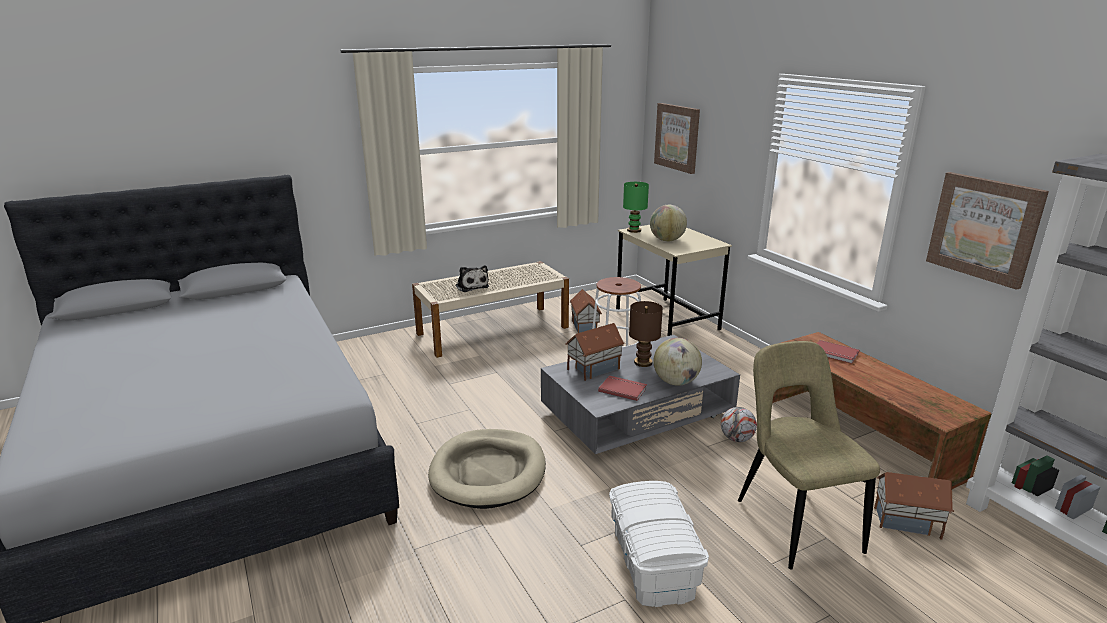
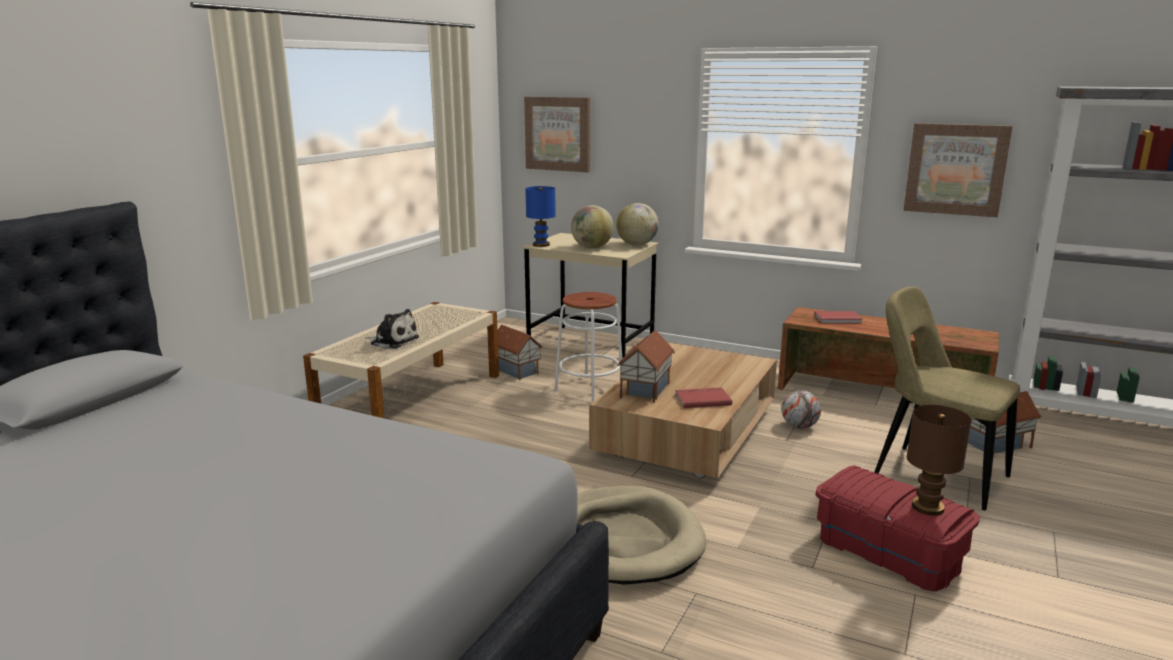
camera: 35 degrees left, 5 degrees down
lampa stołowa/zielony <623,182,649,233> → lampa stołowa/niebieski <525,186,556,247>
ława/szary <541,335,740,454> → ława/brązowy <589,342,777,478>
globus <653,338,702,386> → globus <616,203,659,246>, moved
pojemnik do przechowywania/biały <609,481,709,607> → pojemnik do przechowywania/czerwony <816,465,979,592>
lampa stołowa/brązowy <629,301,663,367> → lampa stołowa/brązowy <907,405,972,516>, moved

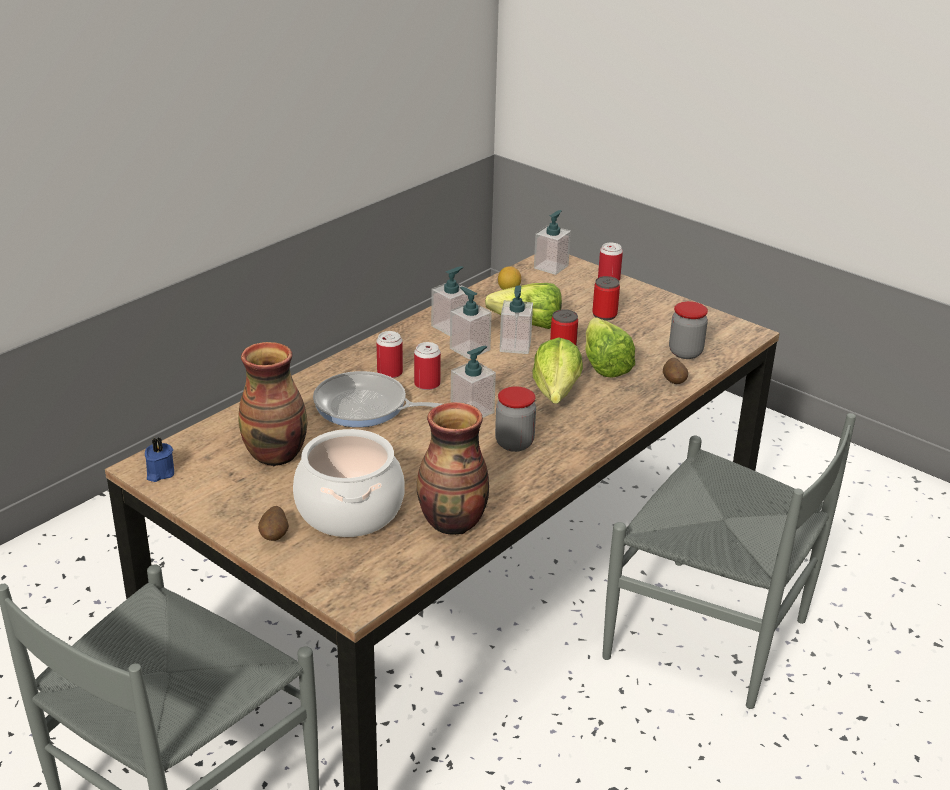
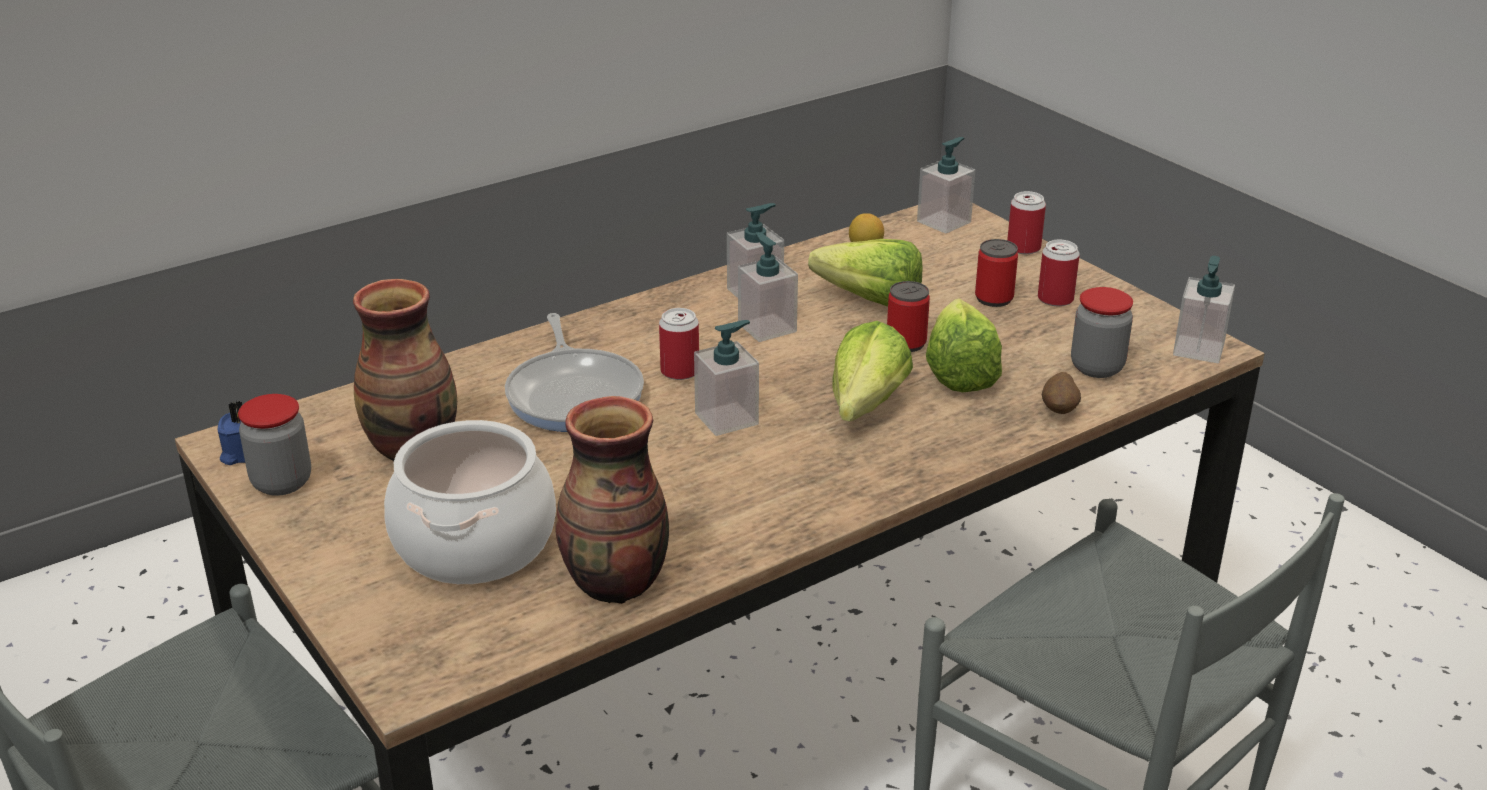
camera: 15 degrees right, 0 degrees up
słoik <495,386,536,452> → słoik <238,394,311,496>, moved
patelnia <313,371,442,427> → patelnia <505,313,644,432>, 135 degrees counterclockwise
puszka <376,331,403,378> → puszka <1038,240,1080,306>, moved
dozownik mydła <500,286,533,354> → dozownik mydła <1173,256,1235,363>, moved
ziemniak <258,506,289,541> → -

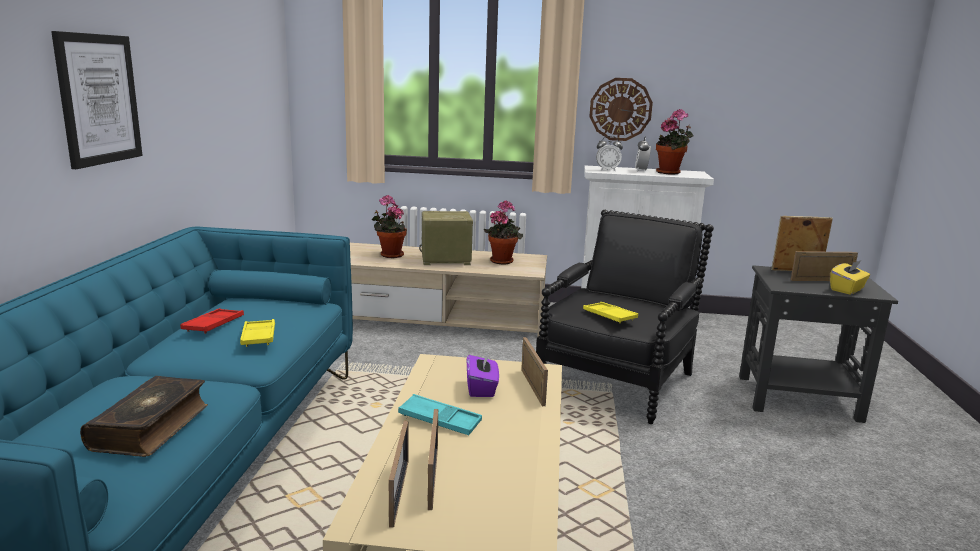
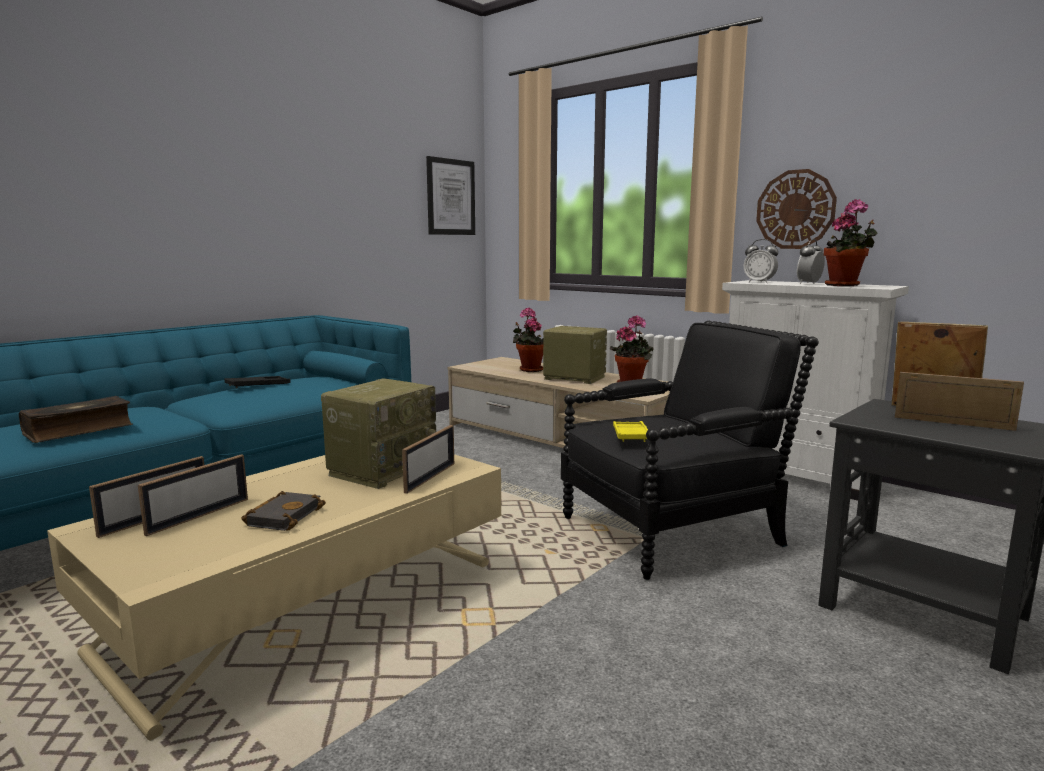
camera: 35 degrees right, 5 degrees down
taca/czerwony <180,308,244,334> → taca/czarny <224,376,291,388>
- → książka/czarny <241,491,326,531>
pudełko chusteczek/fioletowy <467,350,499,397> → radio <321,379,436,489>
obraz <51,31,142,169> → obraz <426,156,475,235>, moved
taca/żółty <240,319,275,347> → -
taca/turkusowy <398,394,482,435> → -
pudełko chusteczek/żółty <830,260,870,294> → -

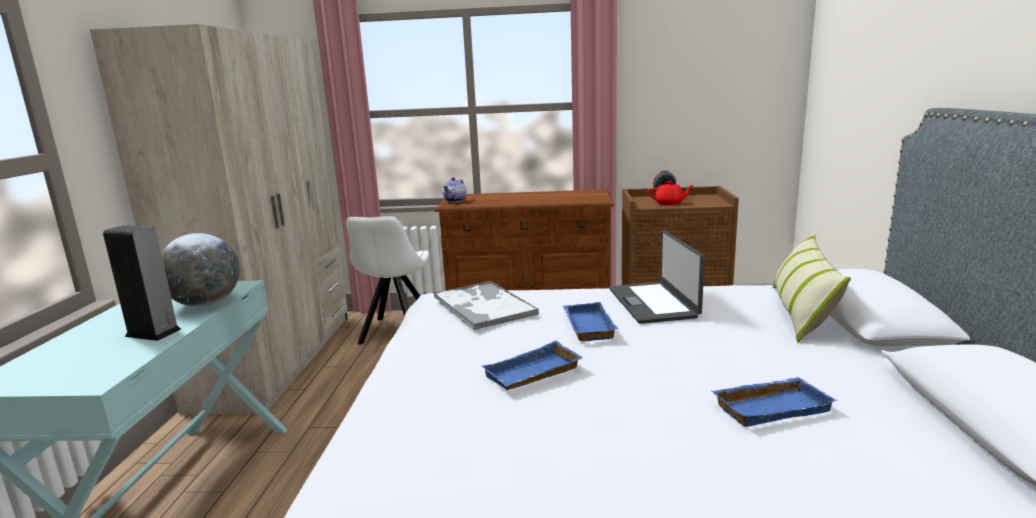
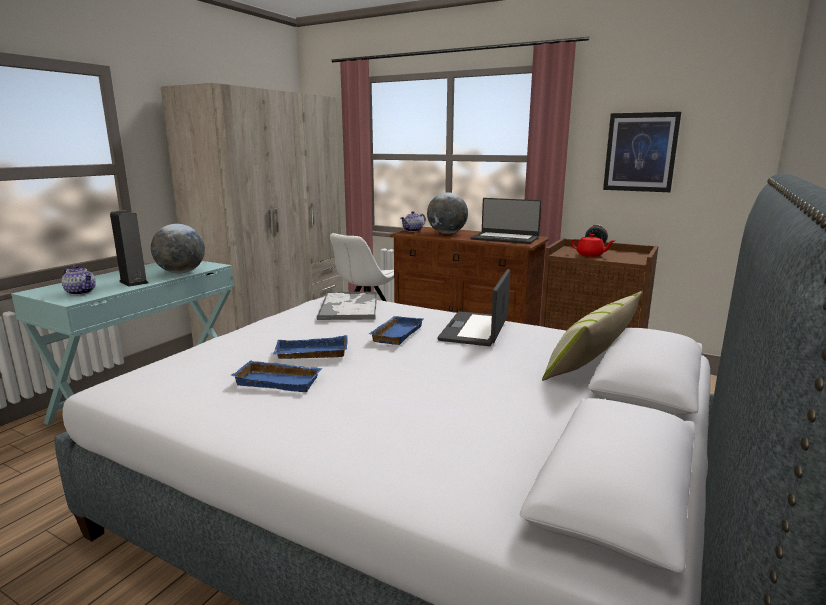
camera: 25 degrees right, 0 degrees up
- → imbryk <62,265,96,295>
taca/niebieski <712,377,837,427> → taca/niebieski <230,360,323,392>, moved
- → globus <427,192,468,234>
- → laptop <471,198,542,244>
- → obraz <603,112,681,192>

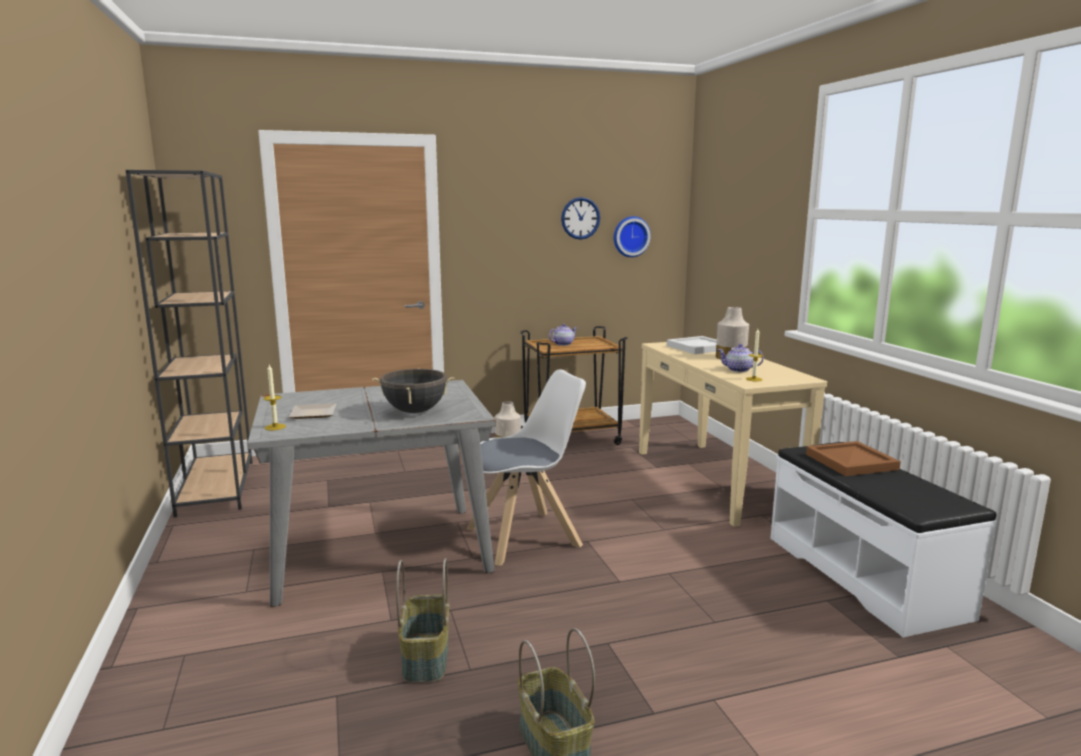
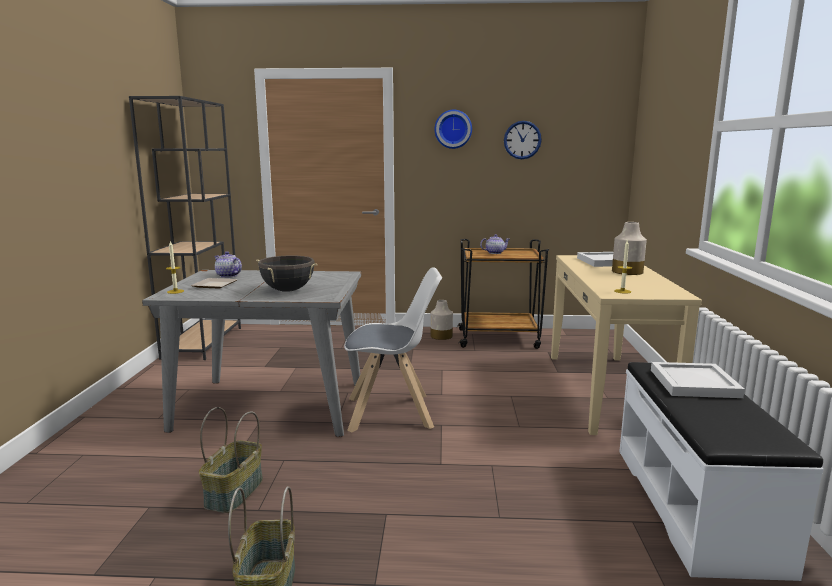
camera: 20 degrees right, 0 degrees up
imbryk <718,344,764,372> → imbryk <214,252,242,278>, moved
zegar ścienny <614,216,651,257> → zegar ścienny <435,110,472,149>, moved
taca/brązowy <806,441,901,476> → taca/biały <651,362,745,398>

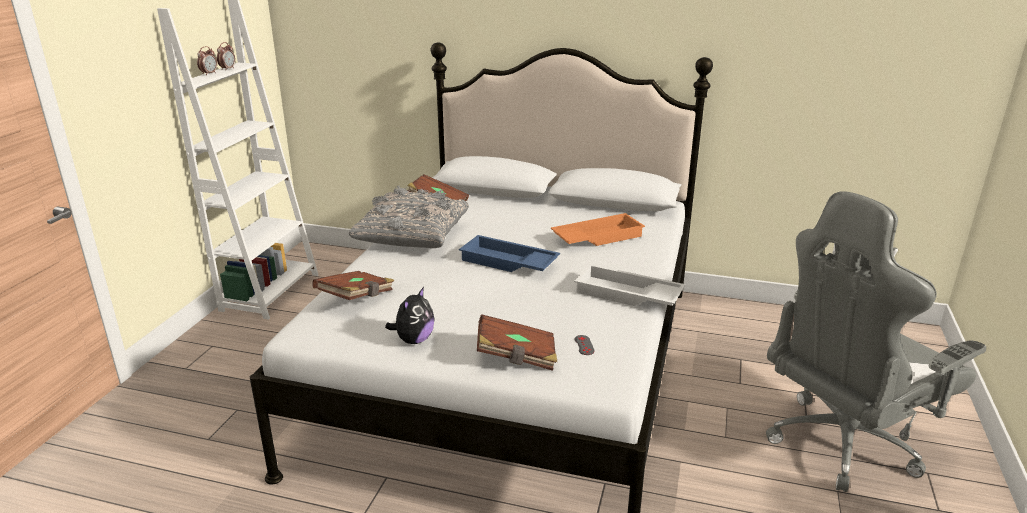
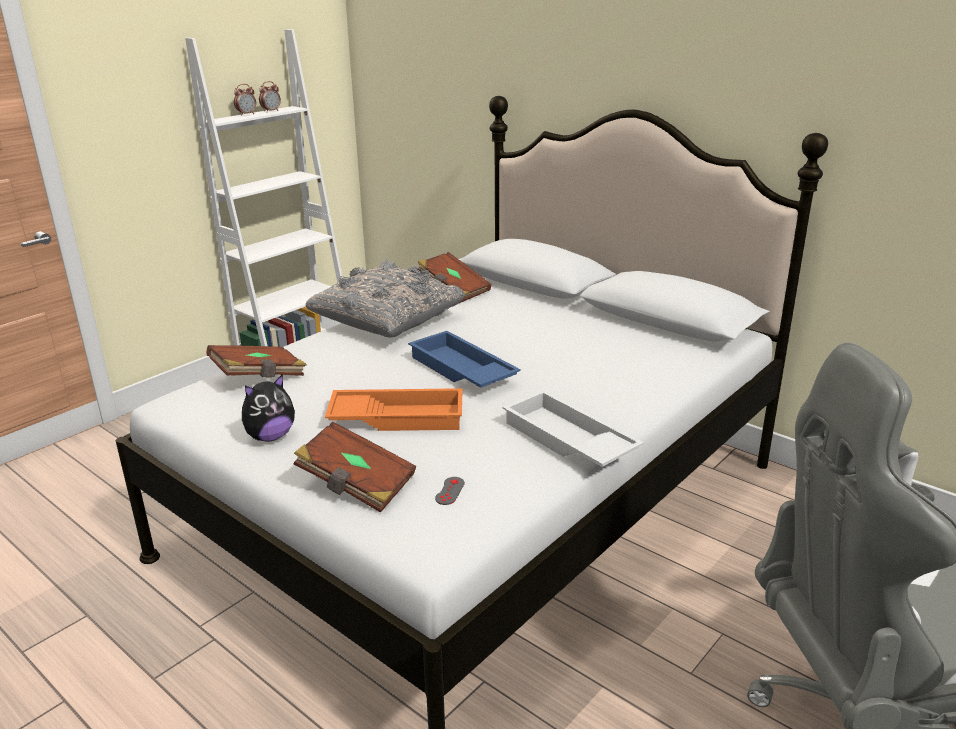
camera: 25 degrees right, 0 degrees up
taca/pomarańczowy <551,213,645,246> → taca/pomarańczowy <325,388,463,431>, moved

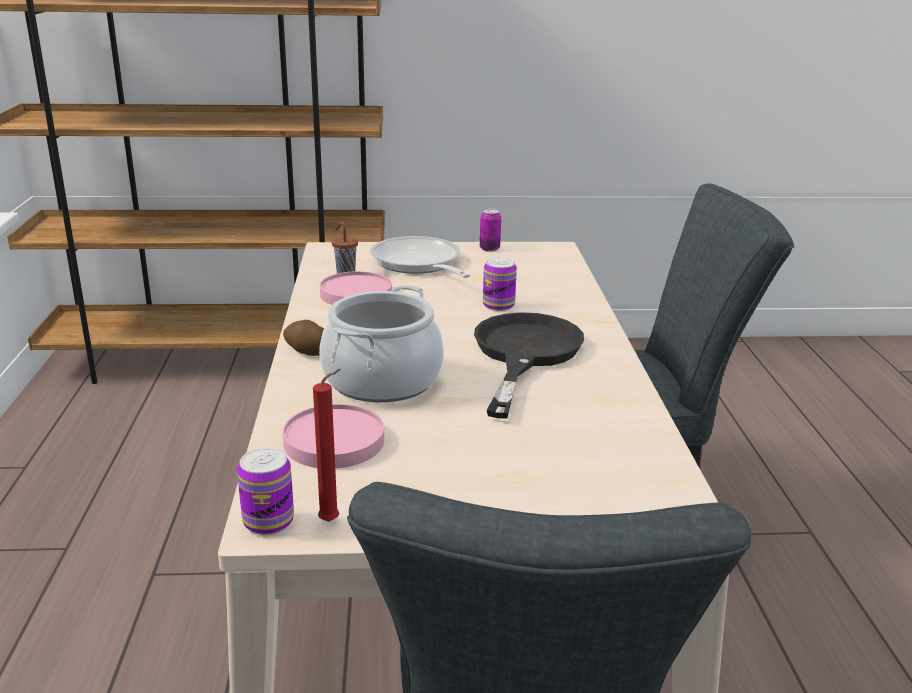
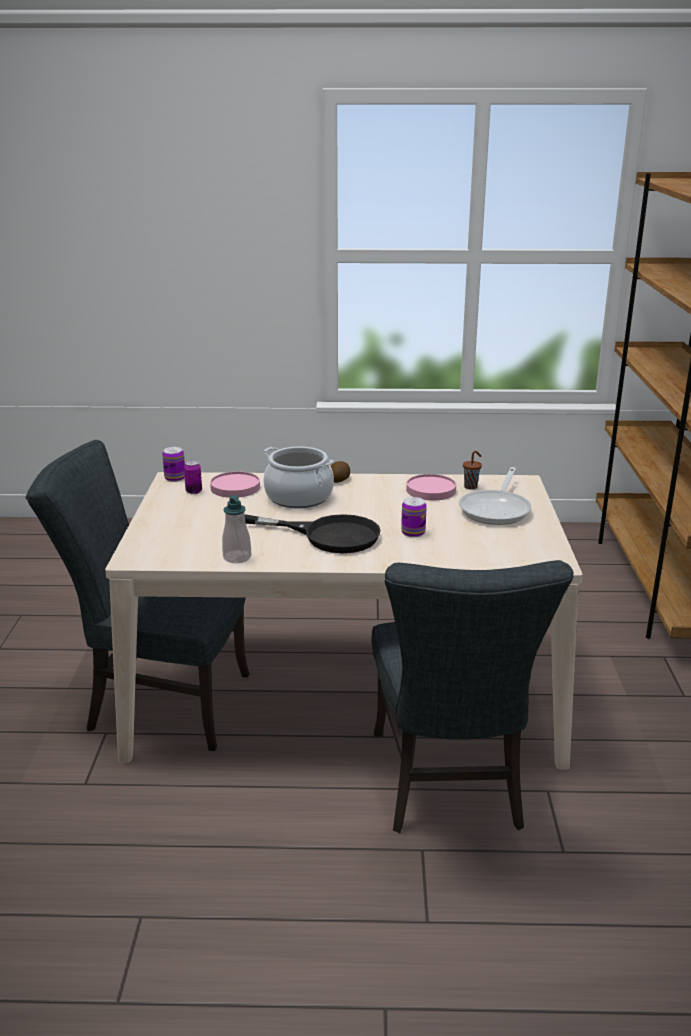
camera: 95 degrees right, 0 degrees up
puszka <480,209,501,252> → puszka <184,460,202,494>, moved
- → dozownik mydła <222,495,251,563>
patelnia <370,236,470,278> → patelnia <459,467,532,525>, 135 degrees clockwise
świeca/czerwony <313,369,341,522> → -

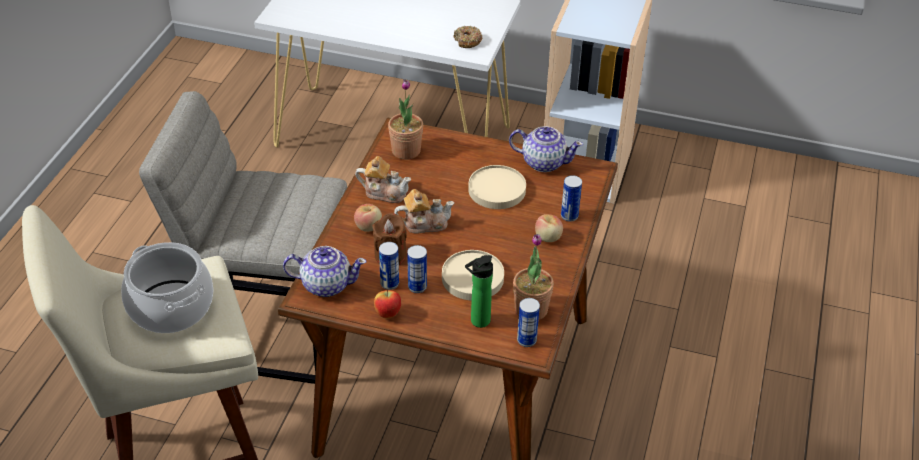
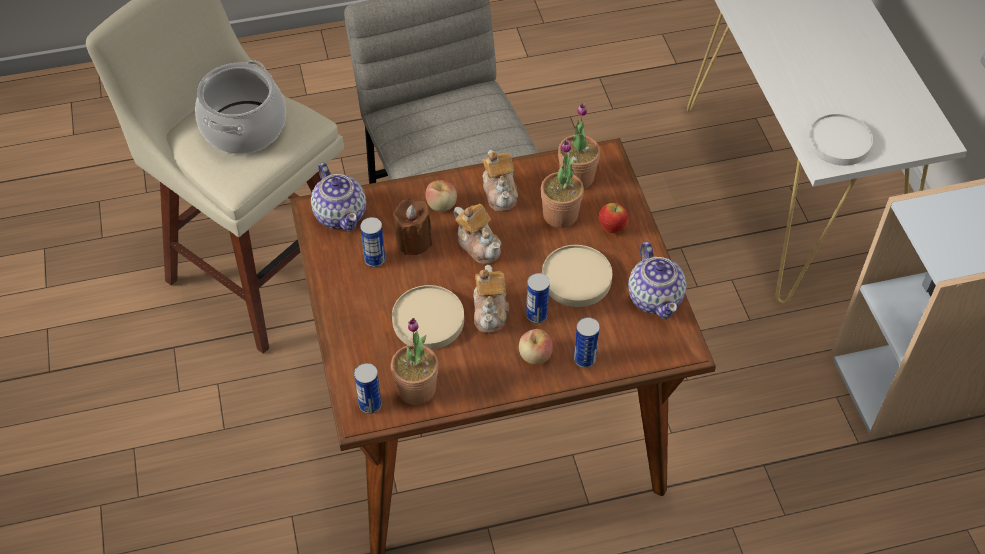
camera: 60 degrees right, 10 degrees up
- → imbryk <474,265,509,333>
puszka <407,245,427,293> → puszka <526,273,550,323>, moved
- → roślina doniczkowa <541,140,584,228>
jabłko <374,288,401,319> → jabłko <599,203,629,233>, moved
donut <453,26,483,48> → talerz/biały <808,113,873,166>
butelka <465,255,493,328> → -

